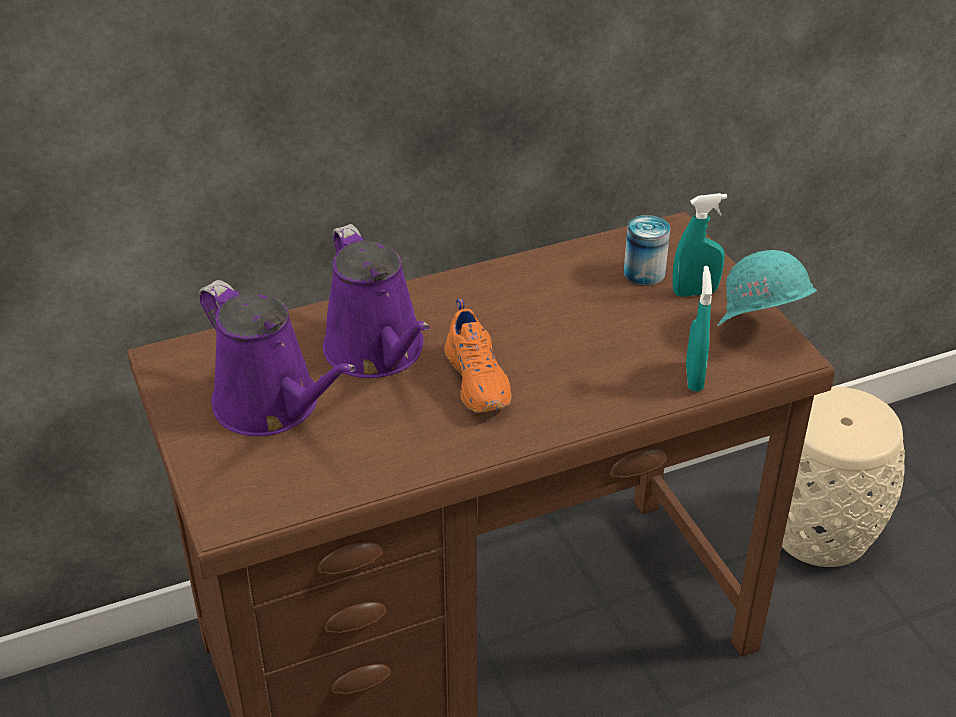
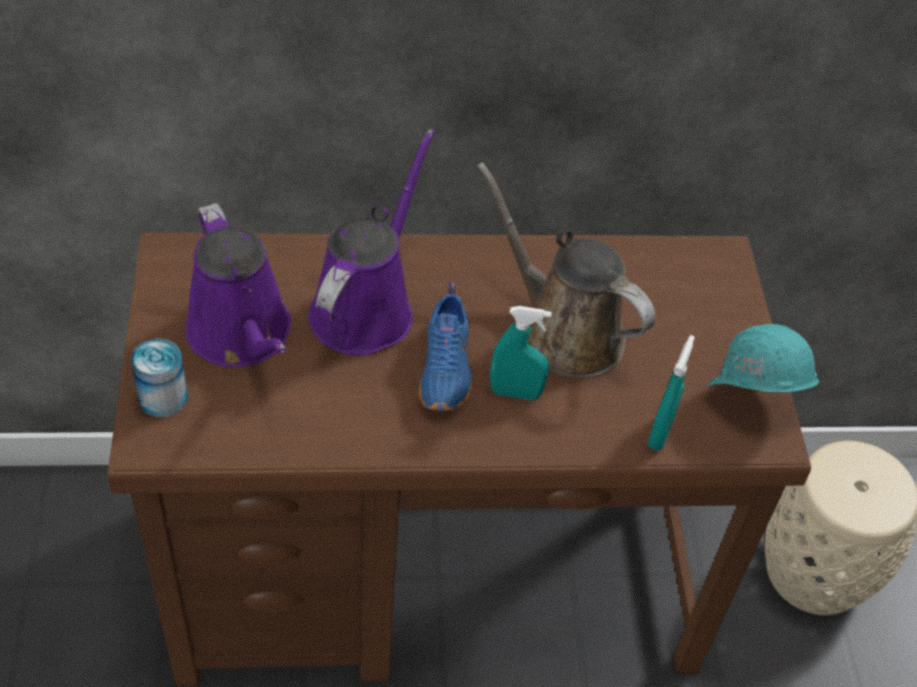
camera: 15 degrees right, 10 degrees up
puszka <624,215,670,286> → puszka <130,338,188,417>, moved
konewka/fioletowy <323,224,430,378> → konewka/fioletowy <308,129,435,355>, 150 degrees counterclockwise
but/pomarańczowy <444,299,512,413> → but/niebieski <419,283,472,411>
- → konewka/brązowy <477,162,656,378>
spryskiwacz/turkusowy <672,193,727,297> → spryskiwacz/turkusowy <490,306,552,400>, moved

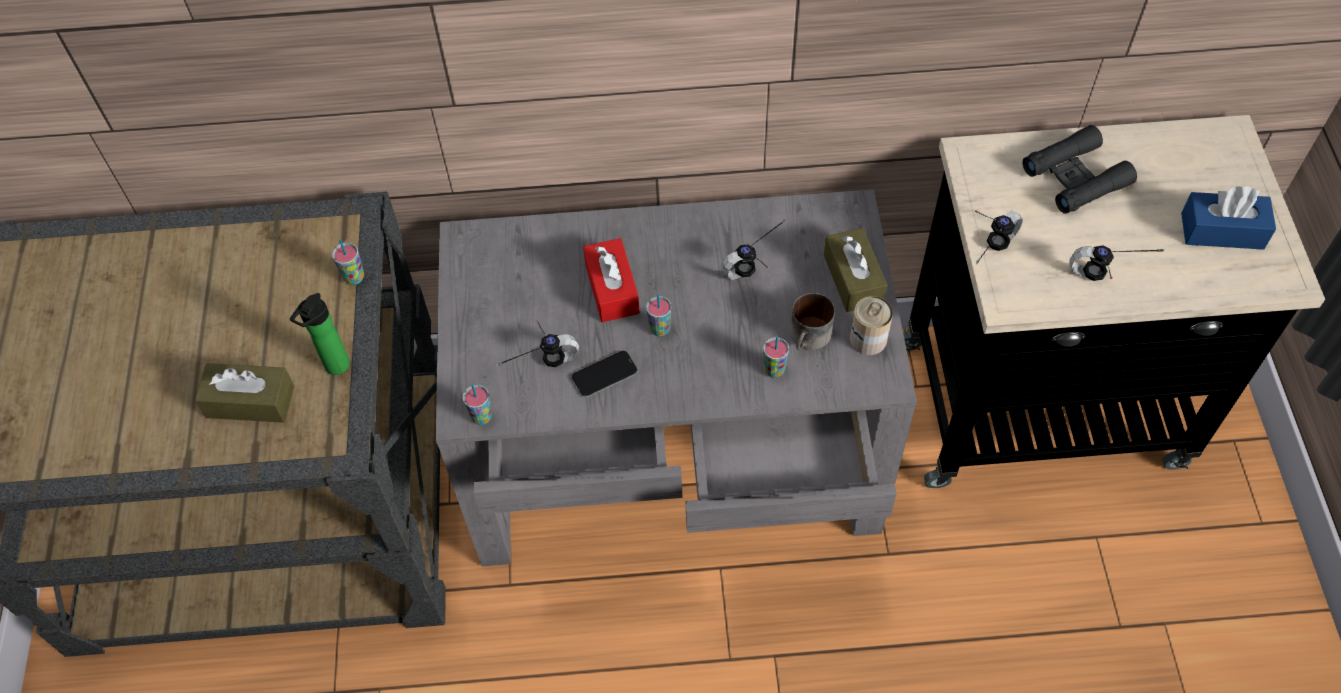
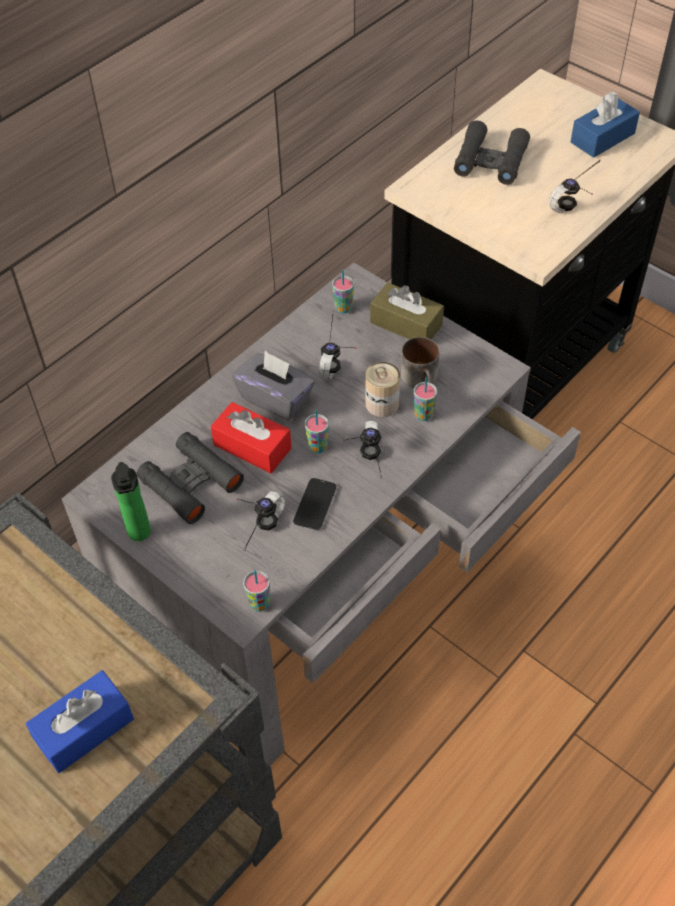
camera: 45 degrees left, 5 degrees down
pudełko chusteczek/brązowy <195,363,295,423> → pudełko chusteczek/niebieski <26,670,134,773>
butelka <290,293,350,375> → butelka <111,462,151,541>, moved
- → lornetka/czarny <136,432,244,524>
- → pudełko chusteczek/szary <232,351,315,420>
filiżanka <332,239,364,285> → filiżanka <332,270,354,314>, moved
słuchawki <975,210,1023,264> → słuchawki <343,421,382,478>, moved
puszka <850,296,893,355> → puszka <366,362,400,417>, moved

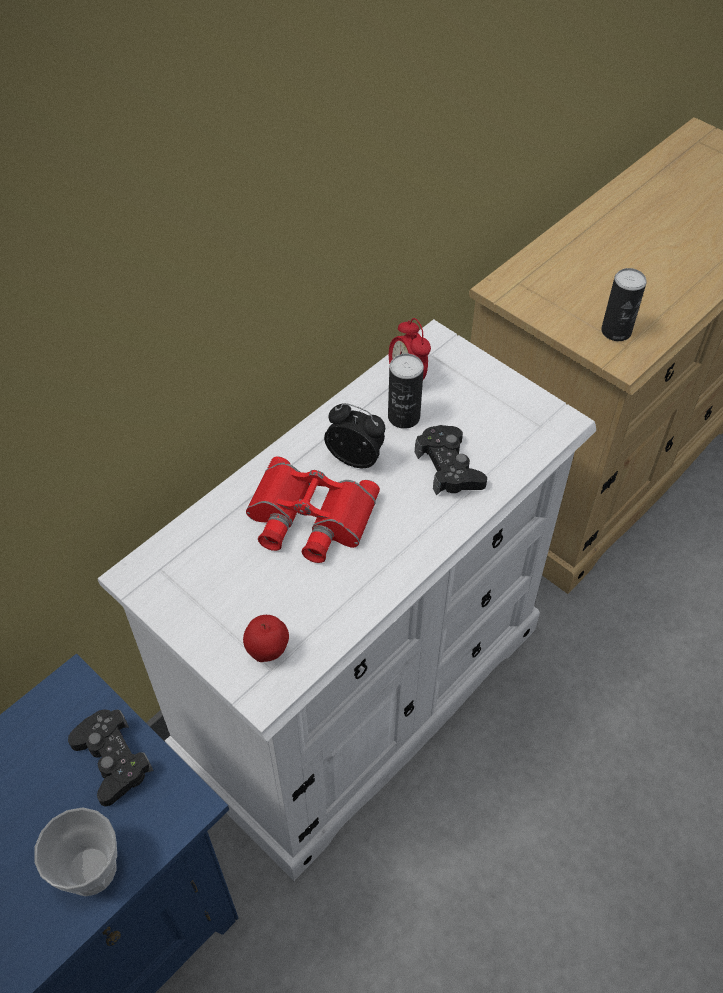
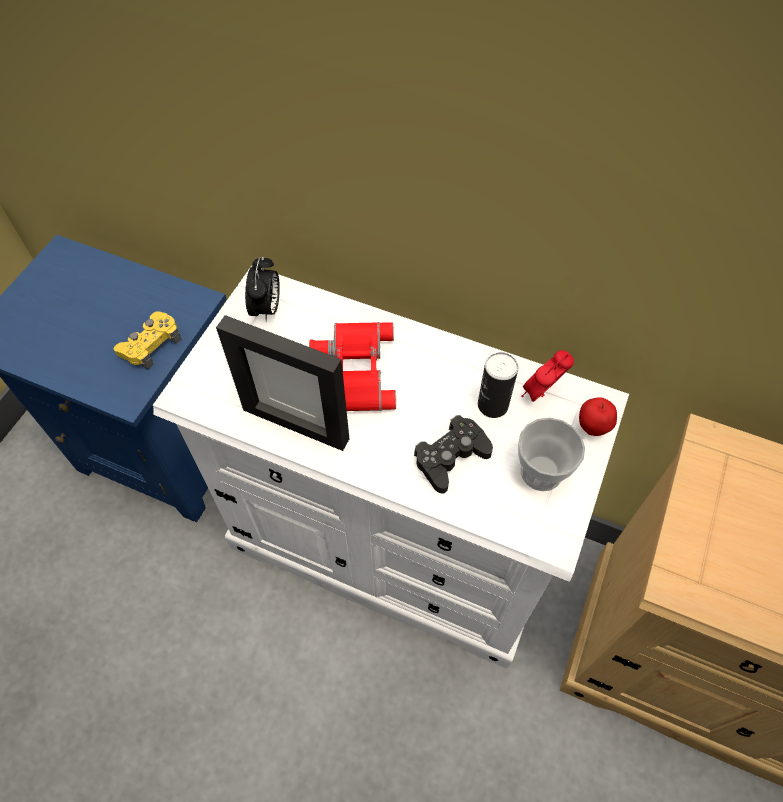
camera: 70 degrees right, 5 degrees up
pad do gier/czarny <68,709,153,807> → pad do gier/żółty <113,311,181,370>
- → ramka na zdjęcie <216,315,349,451>
budzik <324,403,385,468> → budzik <245,257,280,322>, moved
filiżanka <34,807,117,896> → filiżanka <518,417,585,491>, moved
jabłko <243,615,289,662> → jabłko <579,397,617,436>, moved
puszka <601,268,647,341> → -

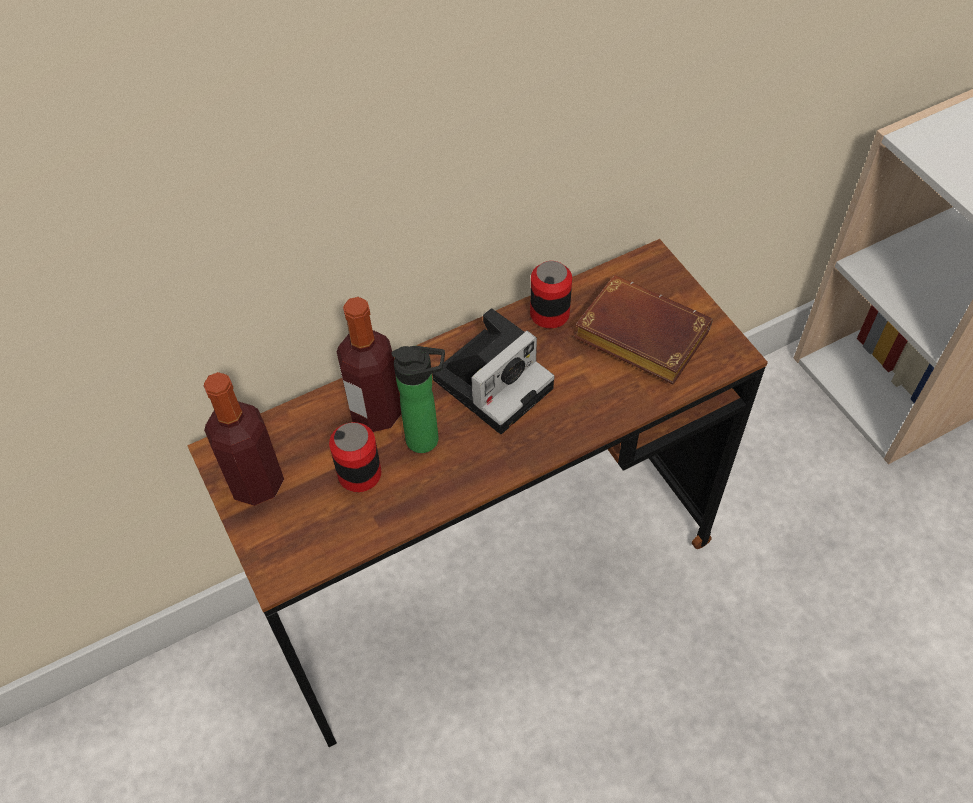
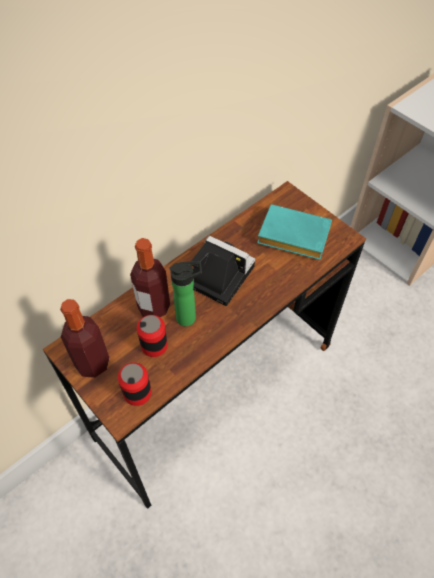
camera: 15 degrees left, 0 degrees up
puszka <530,261,572,328> → puszka <118,363,152,406>, moved
aparat fotograficzny <432,308,555,434> → aparat fotograficzny <192,236,255,306>, 90 degrees counterclockwise
książka/brązowy <574,275,713,385> → książka/turkusowy <257,204,332,260>

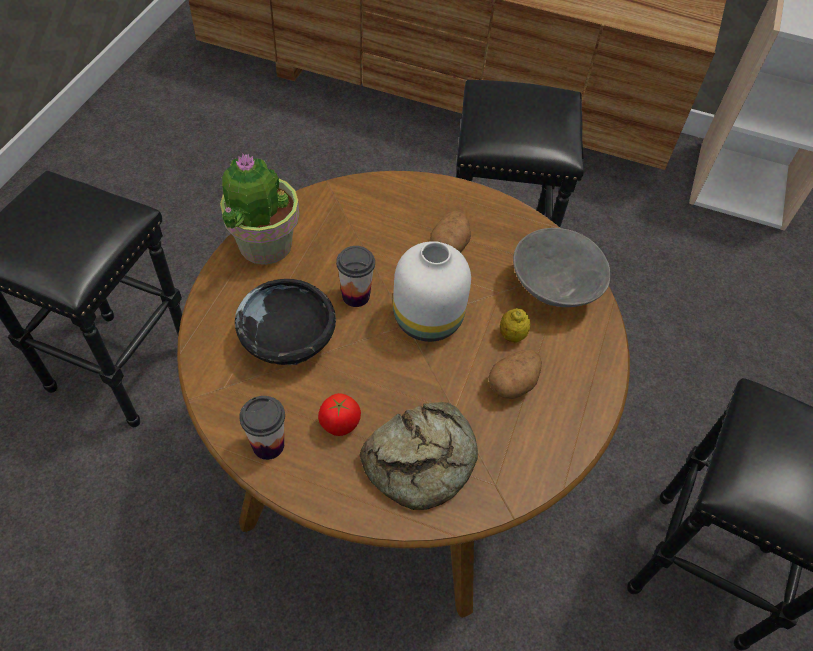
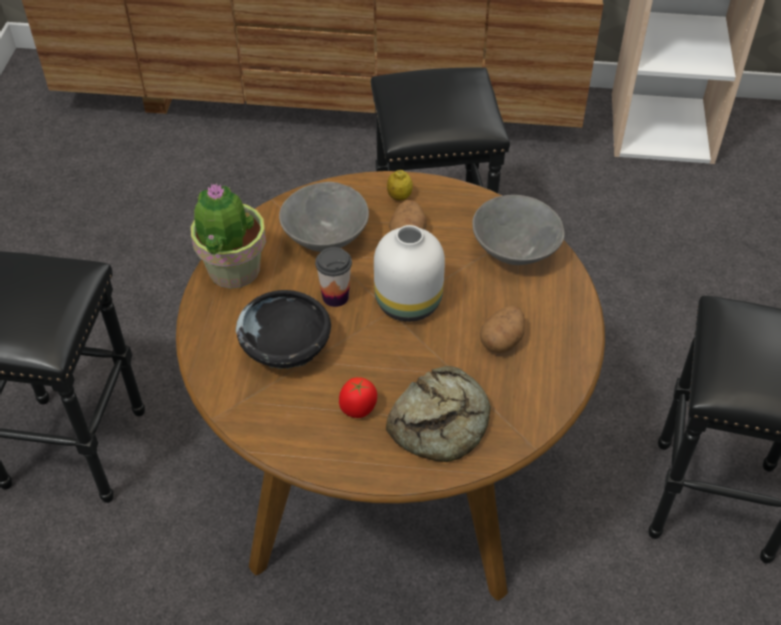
camera: 10 degrees left, 5 degrees down
- → miska/szary <279,182,369,252>
cytryna <500,308,531,342> → cytryna <387,170,413,201>, moved
filiżanka <239,396,285,460> → -

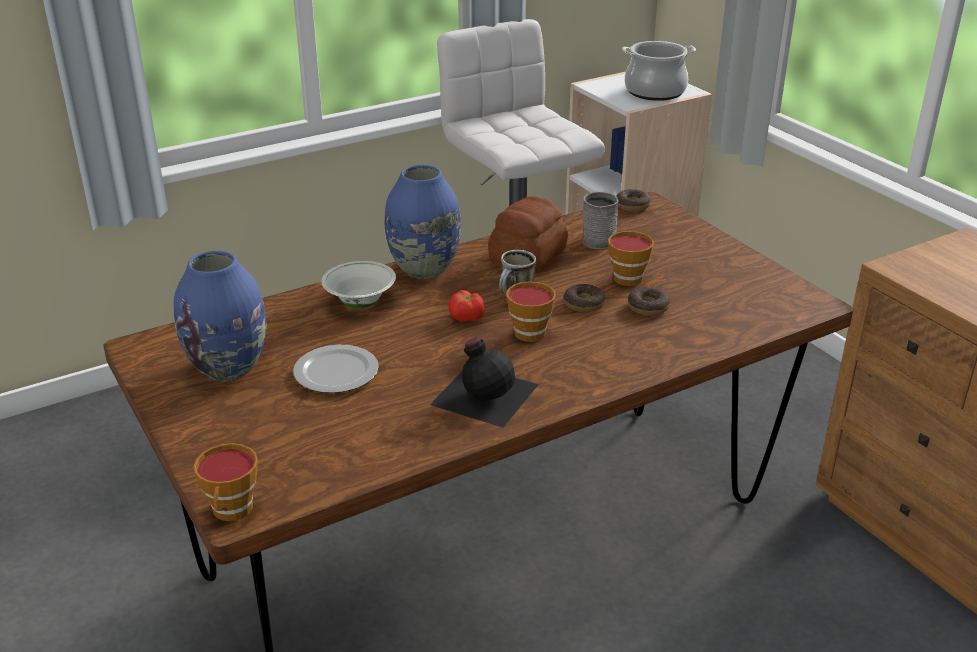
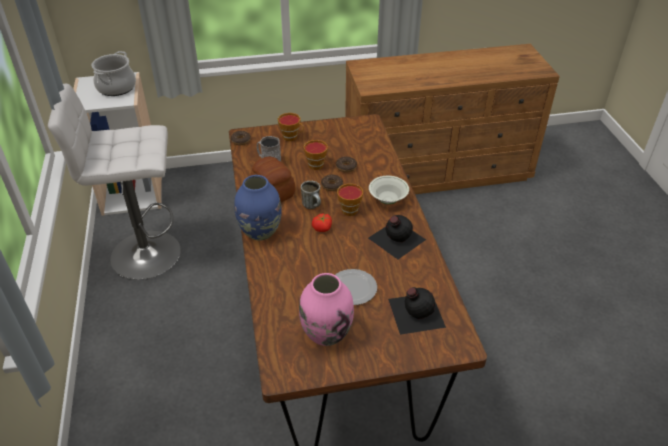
camera: 70 degrees left, 10 degrees up
filiżanka <193,443,258,521> → filiżanka <278,113,304,141>, moved
wazon/niebieski <174,251,266,381> → wazon/różowy <299,273,354,346>
miska/biały <321,261,396,308> → miska/biały <369,176,409,204>, moved
- → butelka/czarny <388,287,446,335>

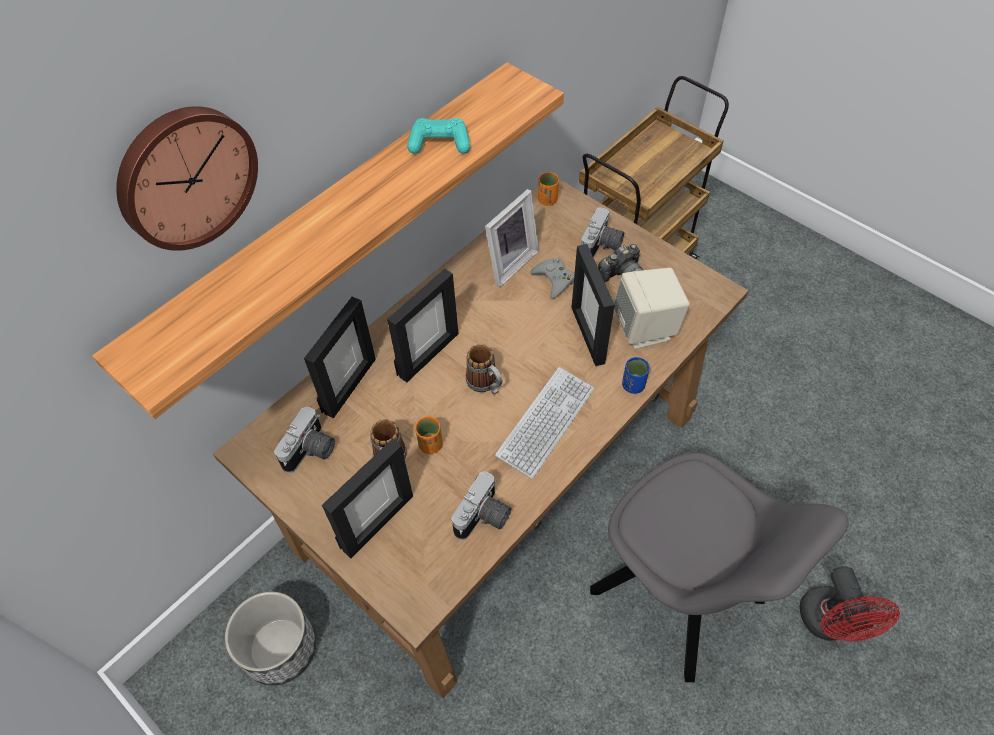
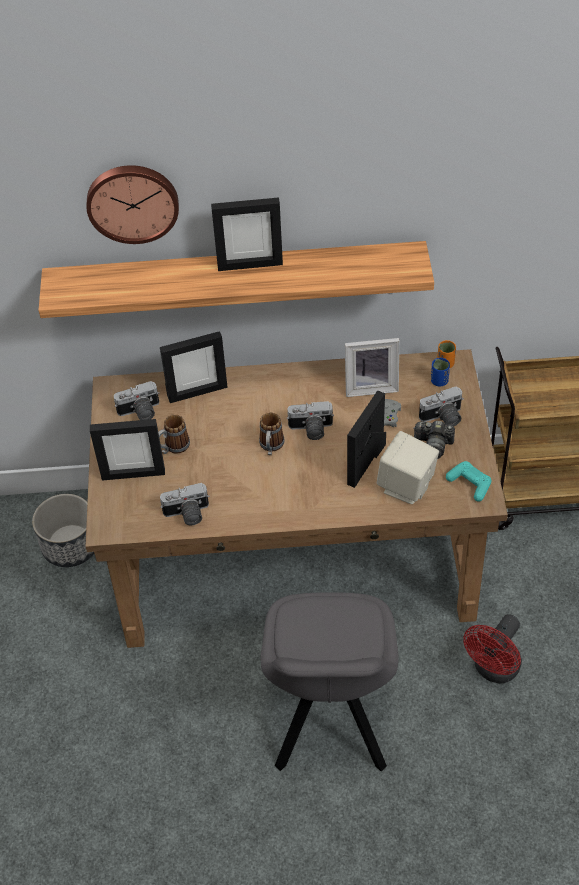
camera: 45 degrees right, 5 degrees down
ramka na zdjęcie <387,269,459,383> → ramka na zdjęcie <211,197,283,271>, moved
- → aparat fotograficzny <287,401,334,440>
filiżanka/niebieski <622,357,650,394> → filiżanka/niebieski <431,358,450,386>, moved
pad do gier/turkusowy <407,118,470,154> → pad do gier/turkusowy <446,461,491,502>, moved
wentylator/czerwony <799,566,900,641> → wentylator/czerwony <463,614,522,683>, moved
filiżanka/pomarańczowy <415,417,443,454> → -
klawiatura <495,367,594,479> → -

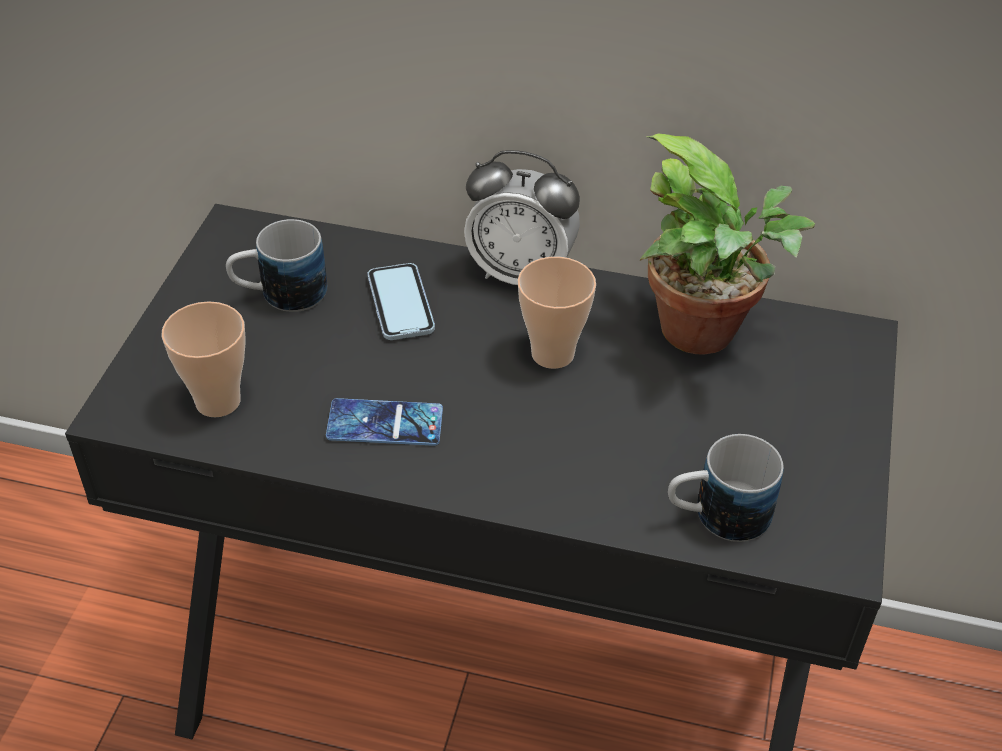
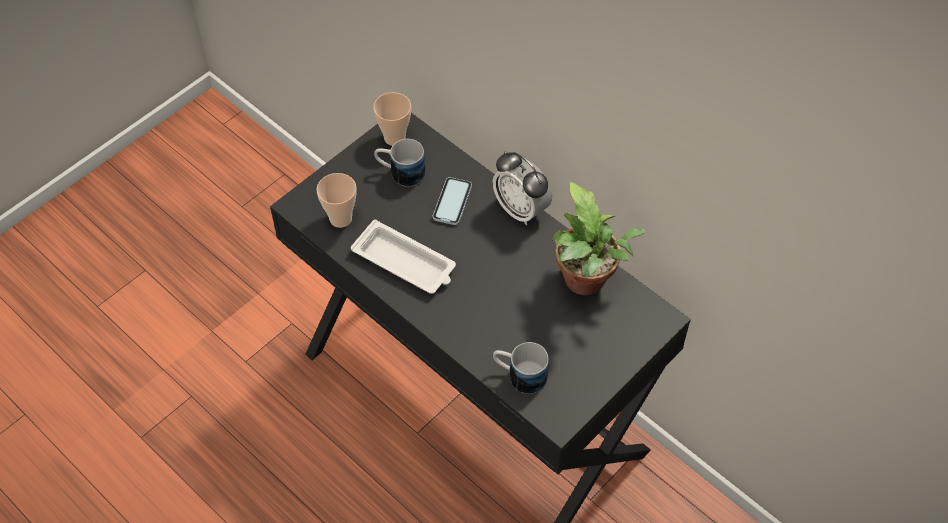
camera: 30 degrees right, 10 degrees up
telefon <326,398,443,446> → taca/biały <351,220,456,294>
filiżanka <518,256,596,369> → filiżanka <373,92,411,146>, moved

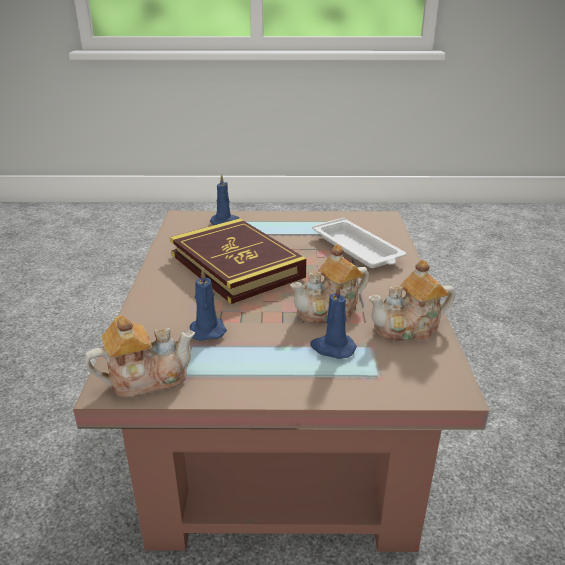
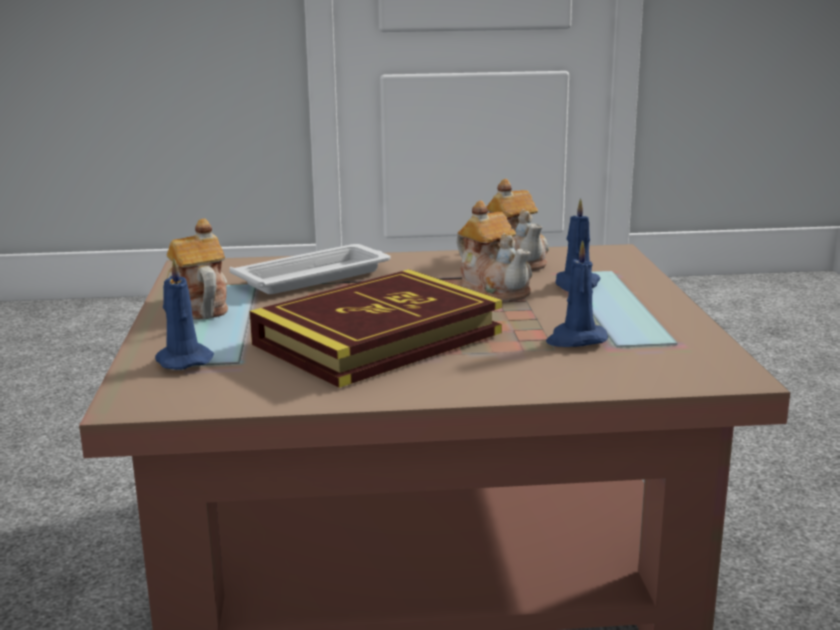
camera: 95 degrees left, 10 degrees down
imbryk <85,316,195,397> → imbryk <166,218,228,319>, moved

